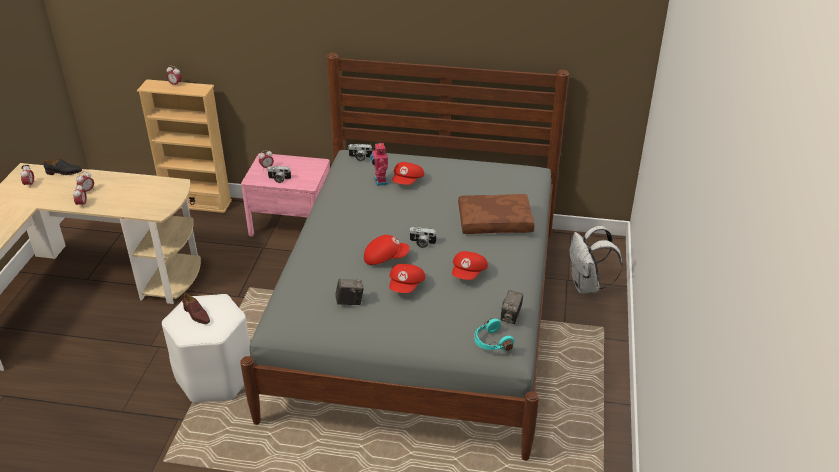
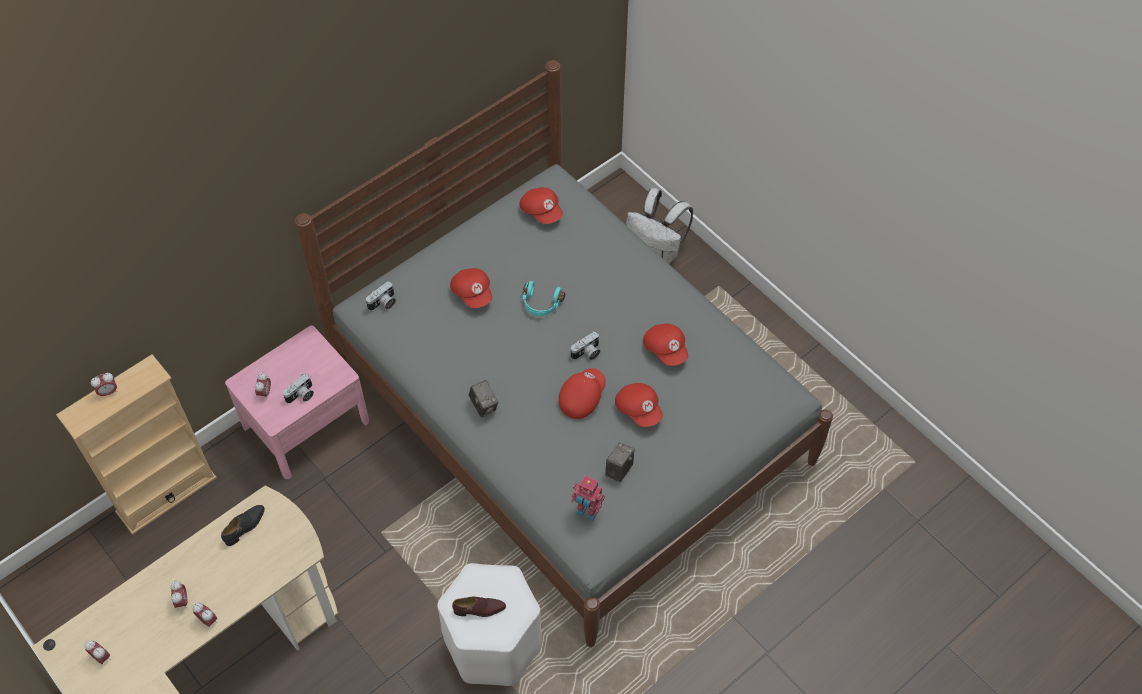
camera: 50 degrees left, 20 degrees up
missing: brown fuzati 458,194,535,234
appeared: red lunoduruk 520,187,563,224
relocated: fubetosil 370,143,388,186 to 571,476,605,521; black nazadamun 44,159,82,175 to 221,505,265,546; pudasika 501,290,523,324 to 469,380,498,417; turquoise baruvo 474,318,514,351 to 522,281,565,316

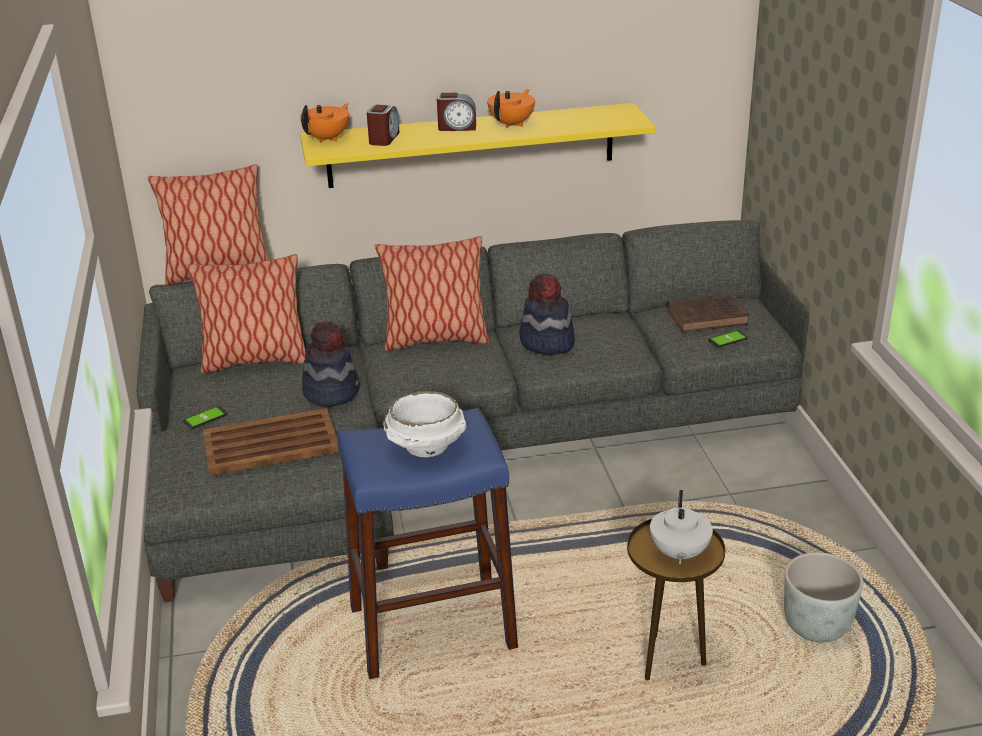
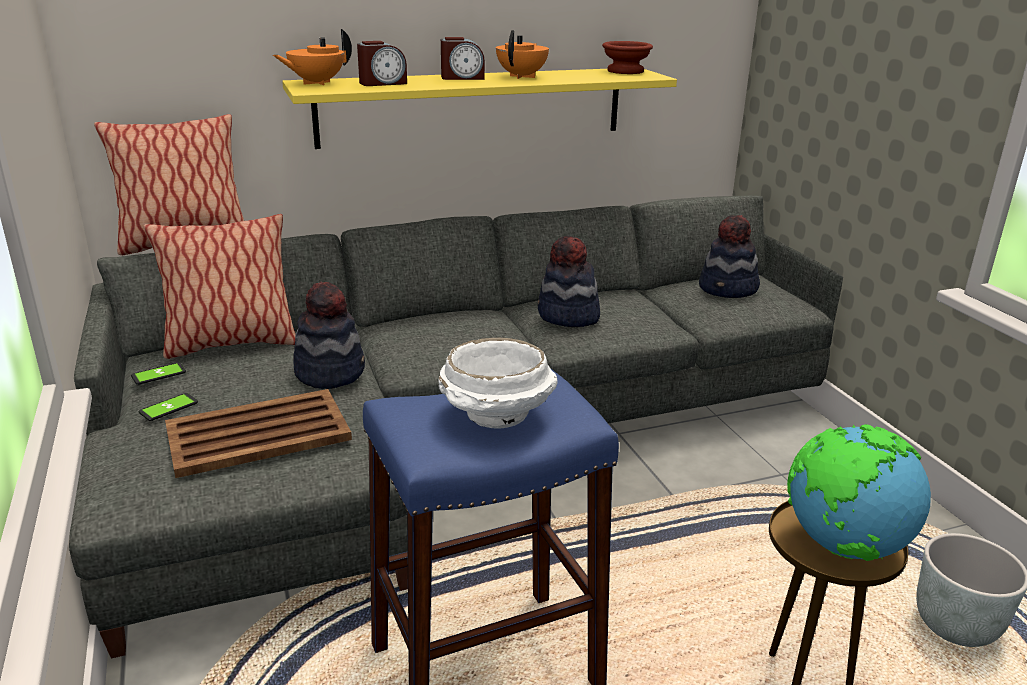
camera: 10 degrees left, 5 degrees down
missing: fuzati 375,236,490,351
appeared: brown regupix 602,41,653,74
relocated: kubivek 708,330,748,347 to 131,363,186,385
exchanged: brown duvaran 668,294,749,333 to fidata 699,215,760,298; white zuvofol 650,490,713,564 to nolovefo 787,424,931,561
spun: orange zuvofol 300,103,349,143 = 273,29,352,85 150 degrees counterclockwise; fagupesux 367,105,400,146 = 357,41,407,86 60 degrees clockwise

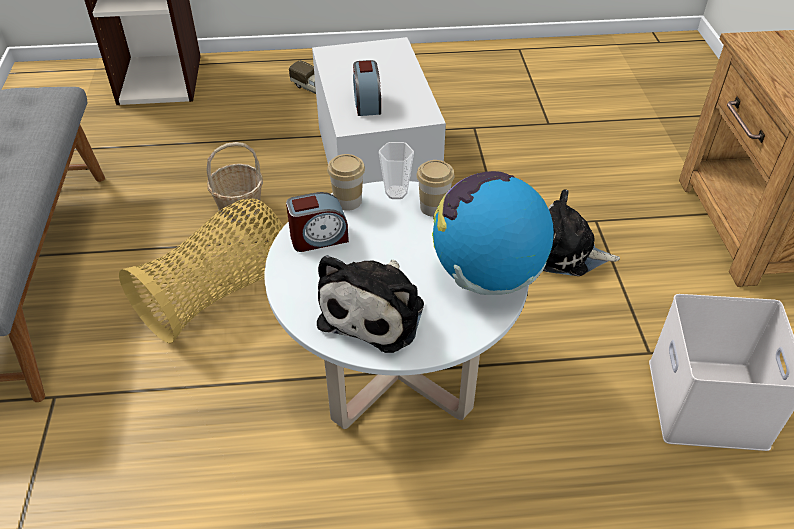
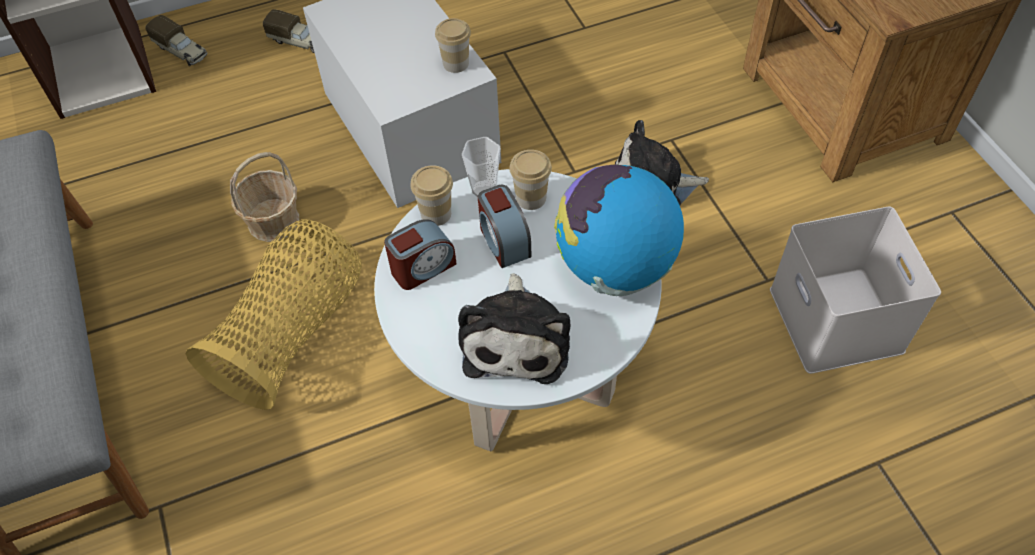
camera: 15 degrees left, 10 degrees up
appeared: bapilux 145,15,208,66; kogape 435,18,471,73
relocated: fagupesux 353,60,381,116 to 478,185,531,268

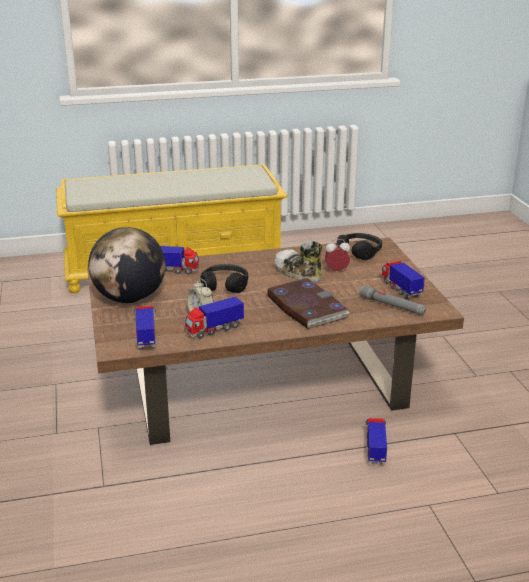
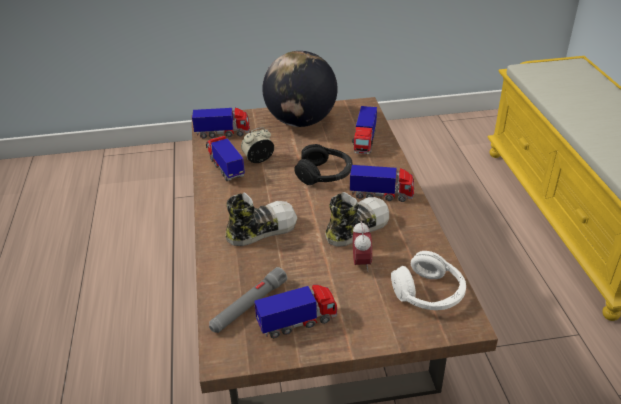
camera: 95 degrees right, 10 degrees up
relocated: bapilux 366,418,387,464 to 350,165,414,202
exchanged: duvaran 267,278,349,329 to nazadamun 226,192,297,246
colour: black baruvo 336,233,382,260 to white baruvo 391,251,466,310

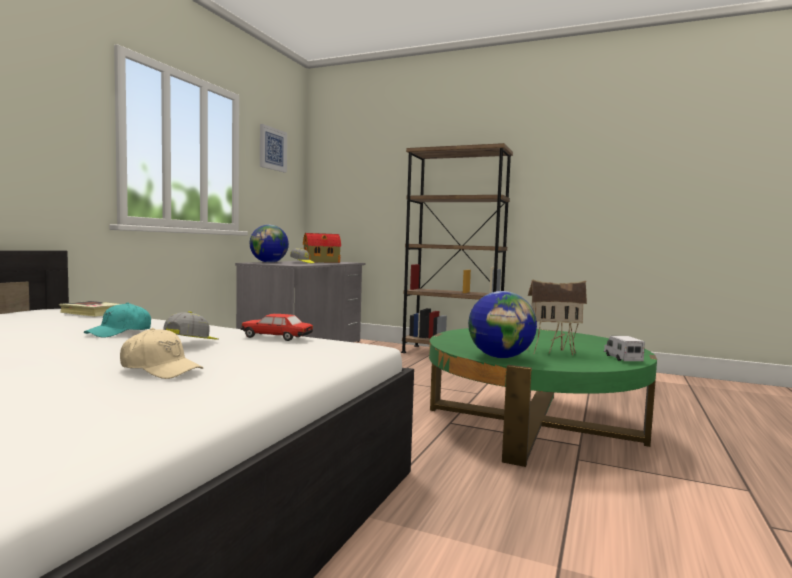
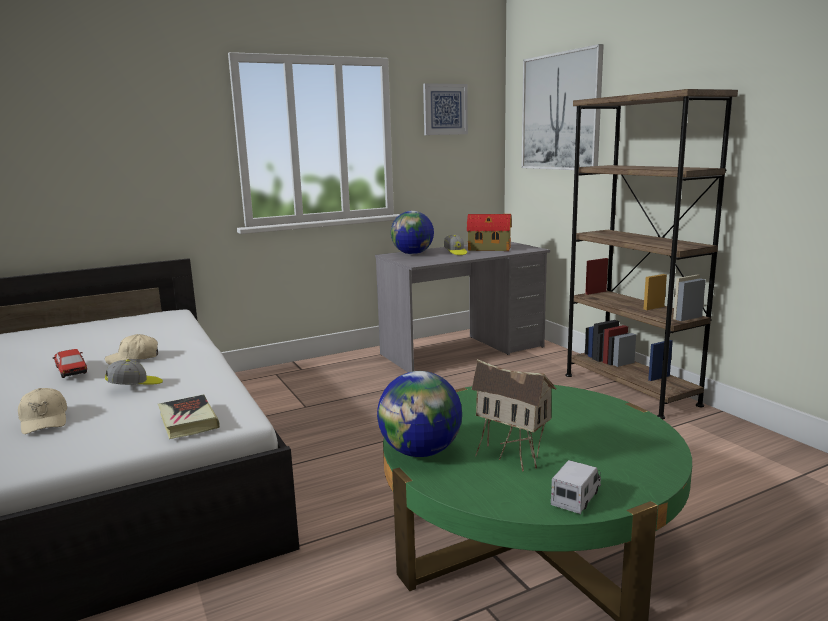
camera: 40 degrees right, 10 degrees up
appeared: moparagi 522,44,604,170
relocated: duvaran 59,301,119,317 to 158,395,220,439; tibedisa 241,314,313,341 to 53,349,87,378
colour: turquoise lunoduruk 84,302,151,338 to beige lunoduruk 105,334,158,365

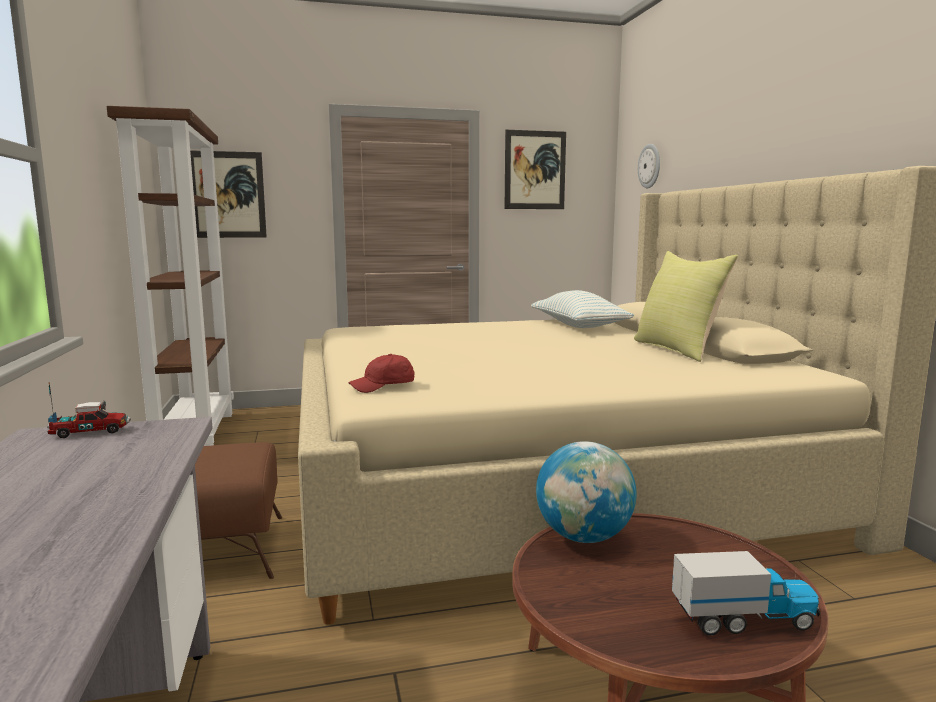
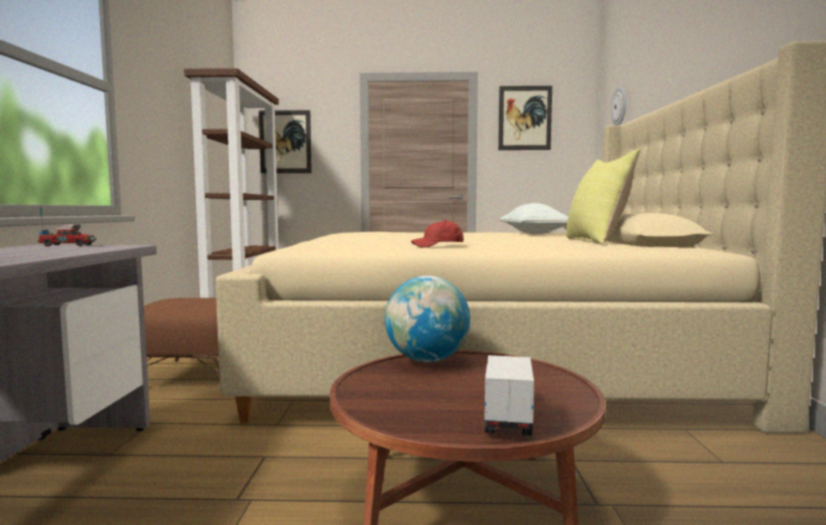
camera: 15 degrees right, 5 degrees down
relocated: red lunoduruk 348,354,415,393 to 411,220,464,248
spun: bapilux 672,551,820,635 = 484,351,534,436 90 degrees counterclockwise

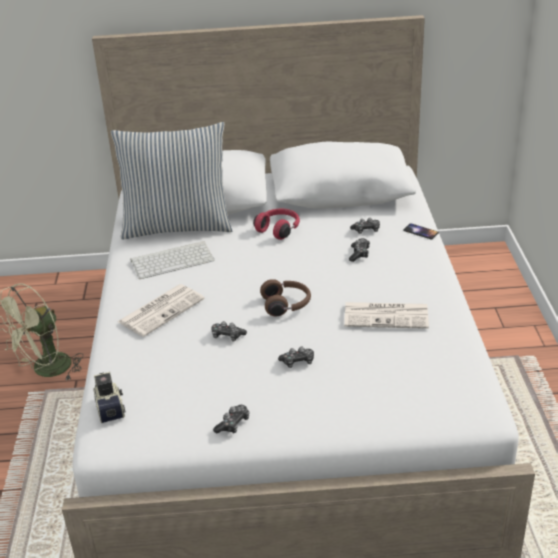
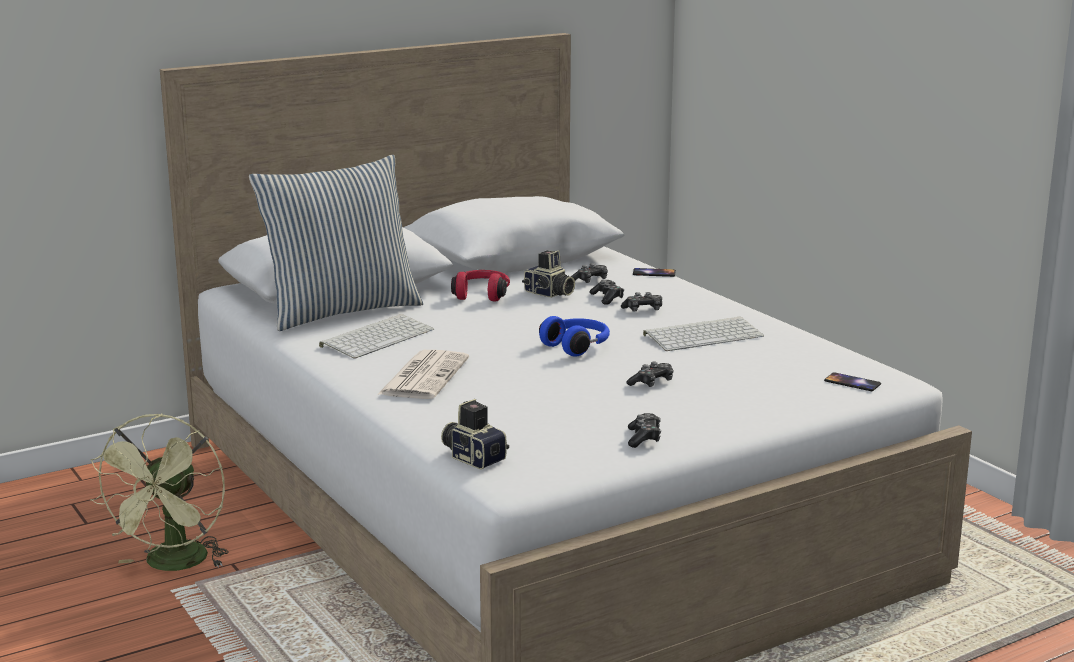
camera: 30 degrees left, 15 degrees down
appeared: pudasika 522,250,575,298; kubivek 824,372,881,391
relocated: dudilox 211,321,247,341 to 621,292,662,312
exchanged: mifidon 344,302,429,329 to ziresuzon 643,317,764,351
colour: brown baruvo 260,279,311,316 to blue baruvo 539,316,610,357

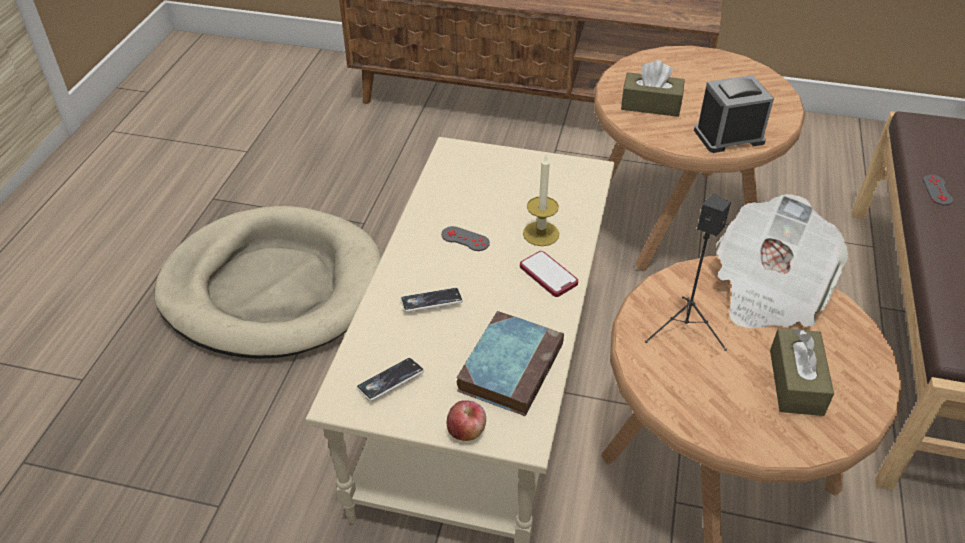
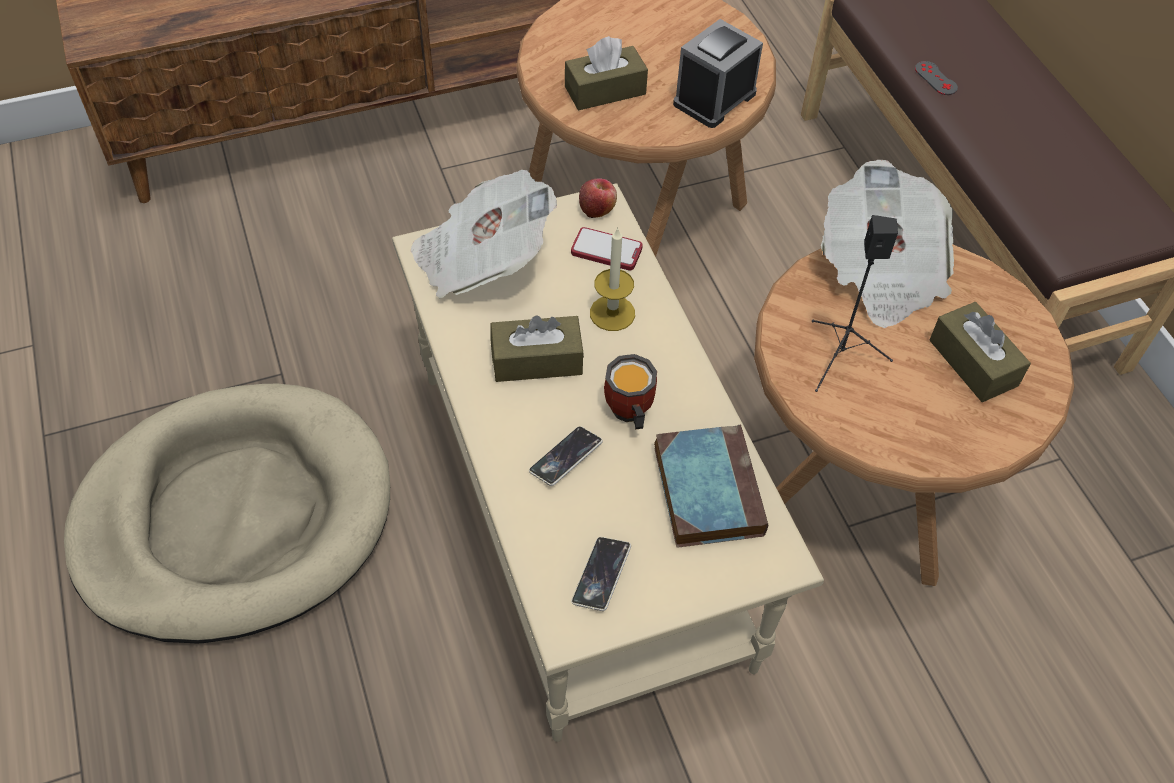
camera: 35 degrees left, 10 degrees up
appeared: mifidon 410,170,557,299; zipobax 604,354,657,430
relocated: kubivek 520,251,578,297 to 571,227,643,271; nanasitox 447,400,486,441 to 579,178,617,218
exchanged: grey dudilox 441,226,490,251 to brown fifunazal 490,315,584,382

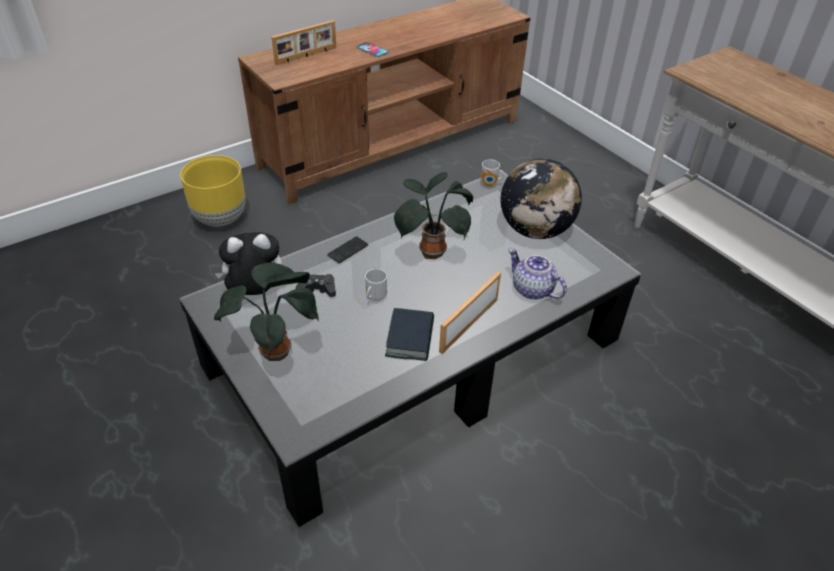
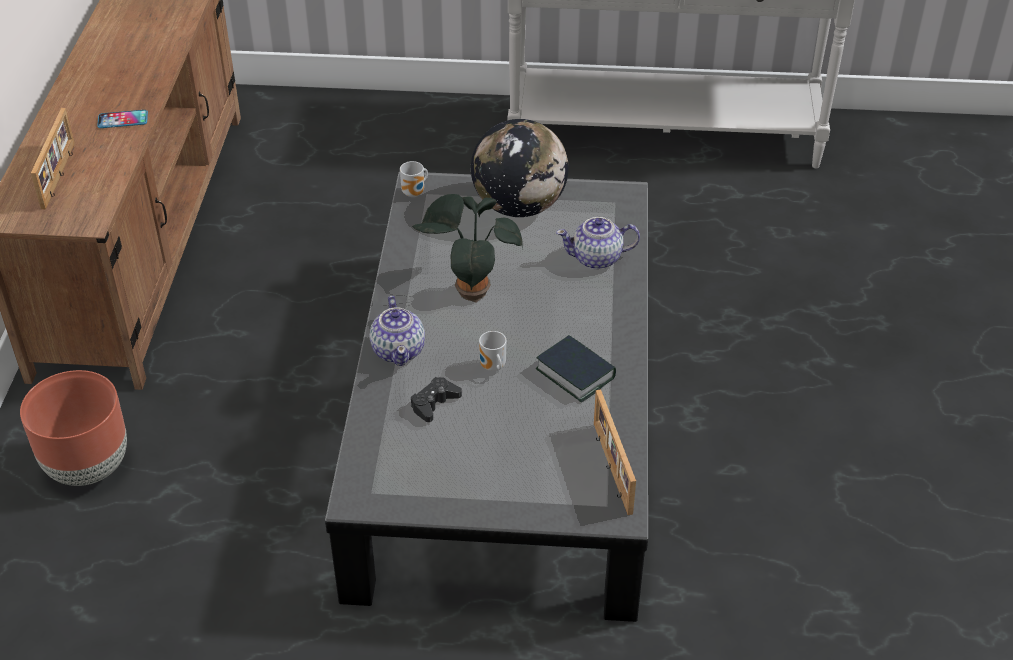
camera: 50 degrees left, 0 degrees up
missing: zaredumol 214,232,282,295; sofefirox 214,263,319,361
relocated: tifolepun 439,272,501,354 to 594,389,636,515
exchanged: kubivek 327,236,368,263 to zuvofol 370,296,425,366
colour: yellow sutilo 180,155,245,226 to brown sutilo 20,370,127,486

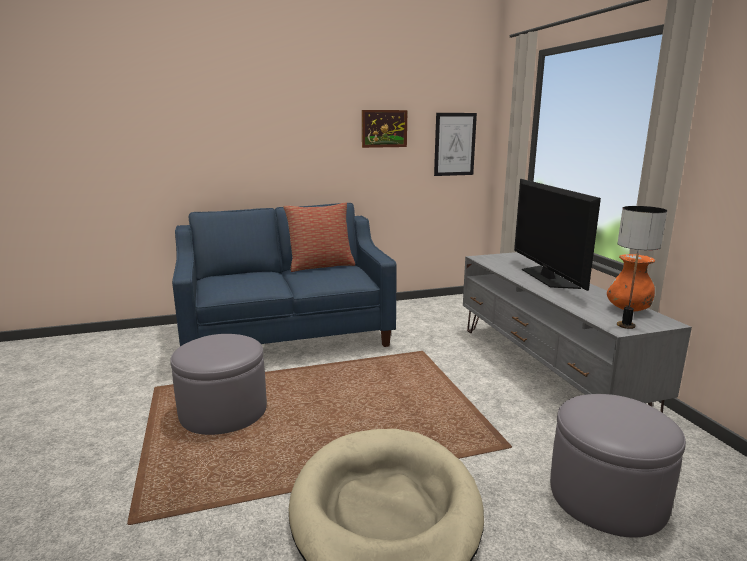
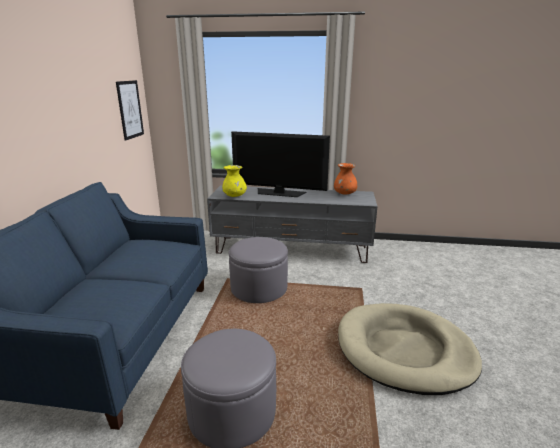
camera: 65 degrees left, 5 degrees up
missing: moparagi 362,110,408,148; fuzati 283,203,355,272; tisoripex 617,206,667,329
appeared: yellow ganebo 222,165,247,197
relocated: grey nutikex 550,394,686,538 to 229,237,288,303

